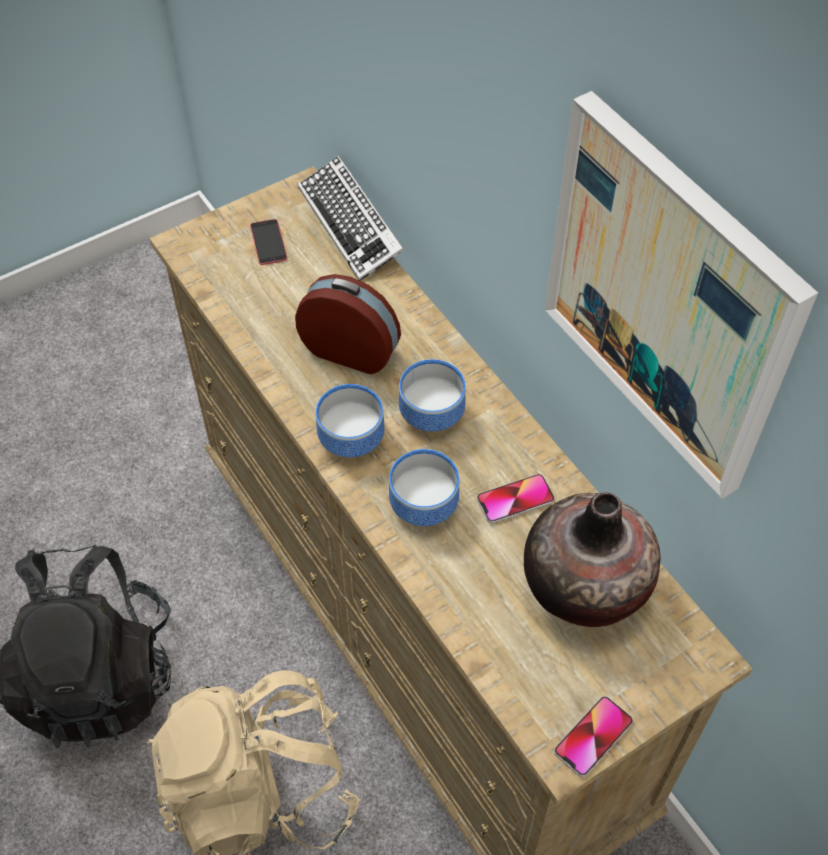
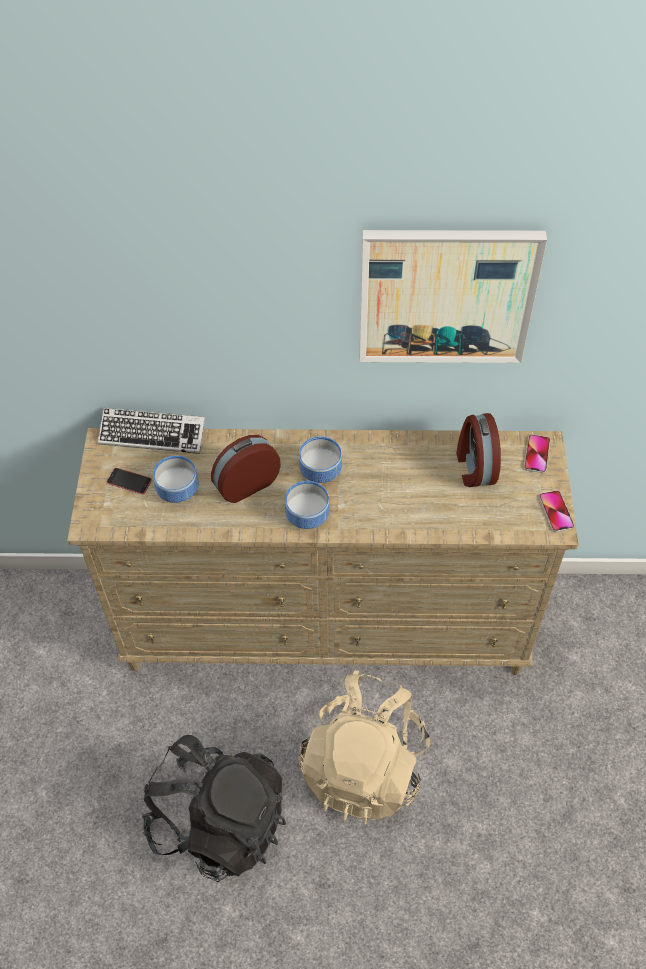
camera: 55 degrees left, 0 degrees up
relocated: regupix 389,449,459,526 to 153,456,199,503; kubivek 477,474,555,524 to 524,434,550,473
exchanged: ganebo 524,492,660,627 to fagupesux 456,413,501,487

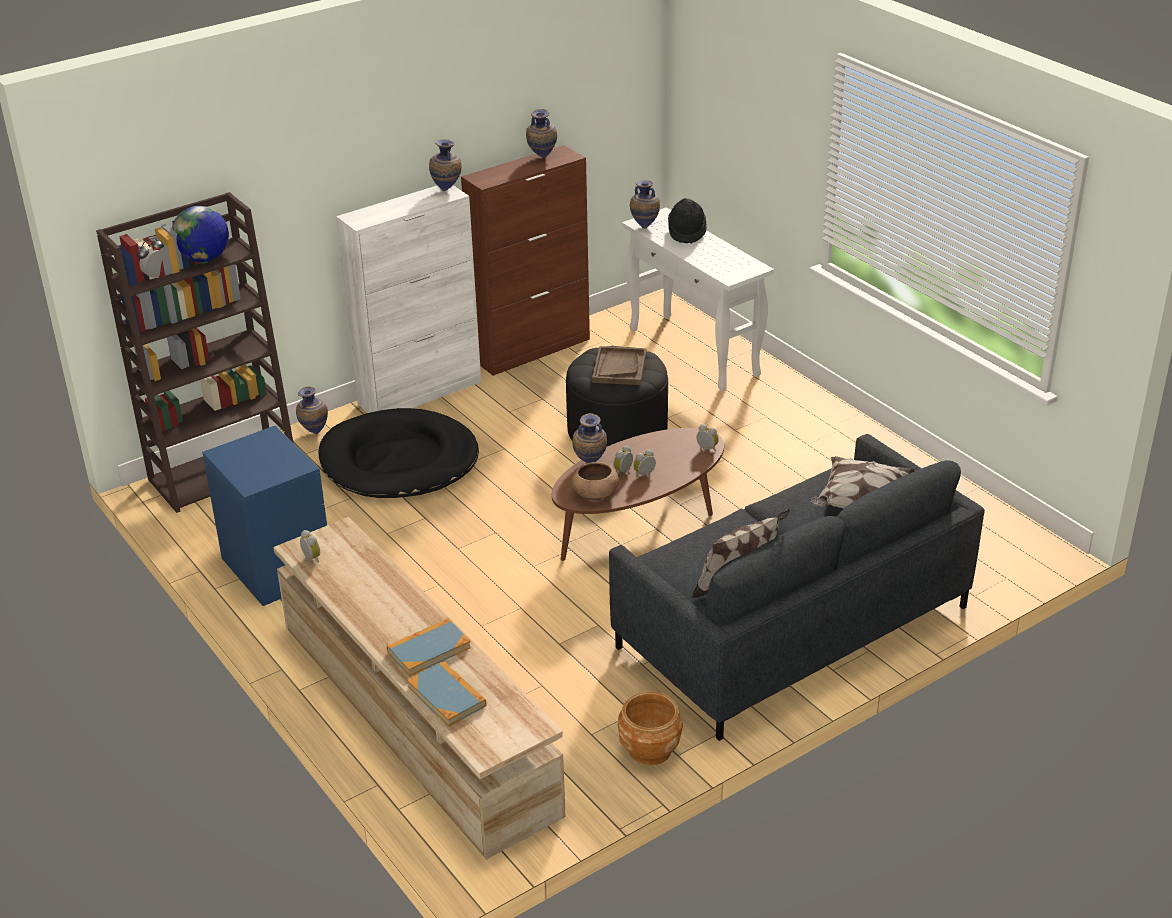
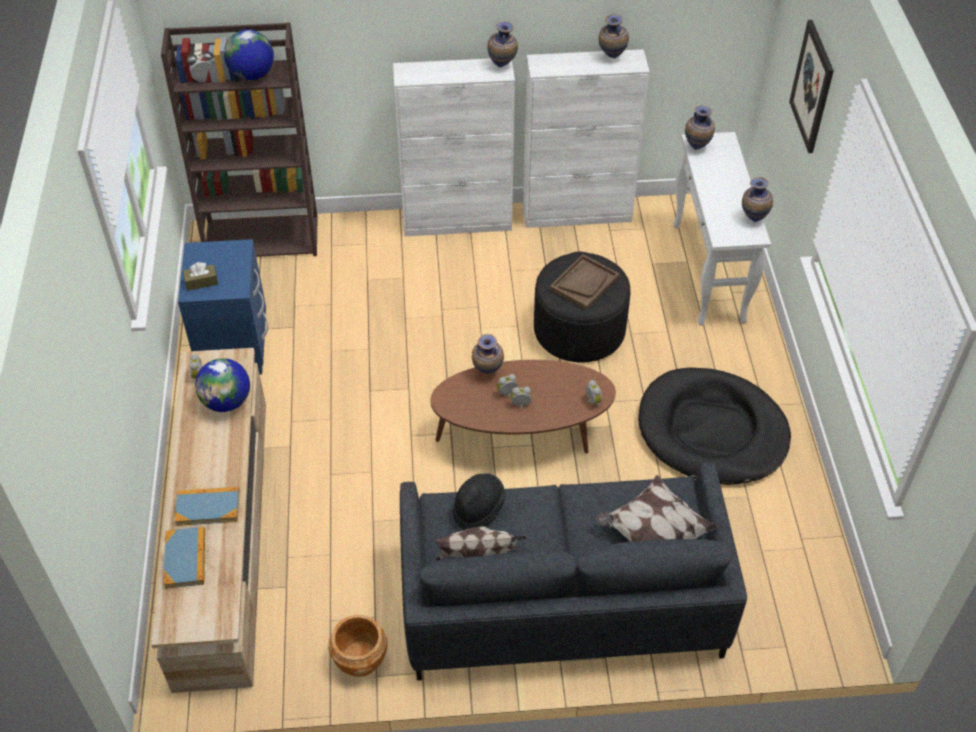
camera: 30 degrees right, 15 degrees up
missing: brown regupix 572,462,619,501
appeared: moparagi 789,20,834,153; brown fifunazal 183,262,218,291; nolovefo 195,358,250,412
relocated: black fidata 668,198,707,244 to 453,473,506,530; ganebo 296,386,328,435 to 742,177,773,222; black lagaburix 318,408,479,498 to 638,368,791,485
colour: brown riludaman 461,145,590,376 to white riludaman 523,49,650,228

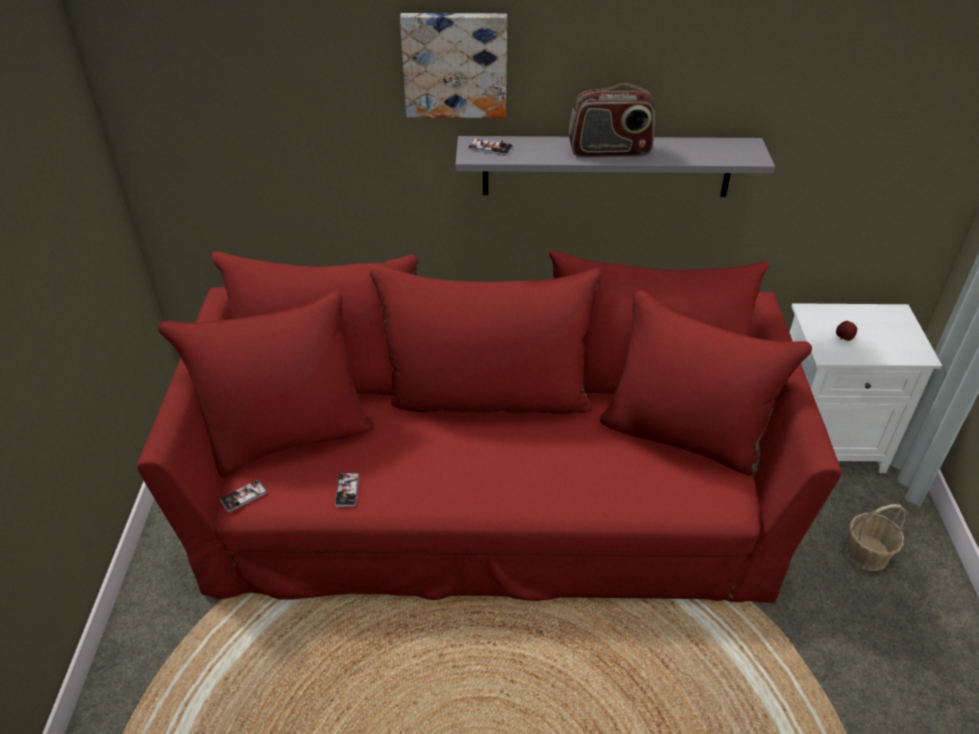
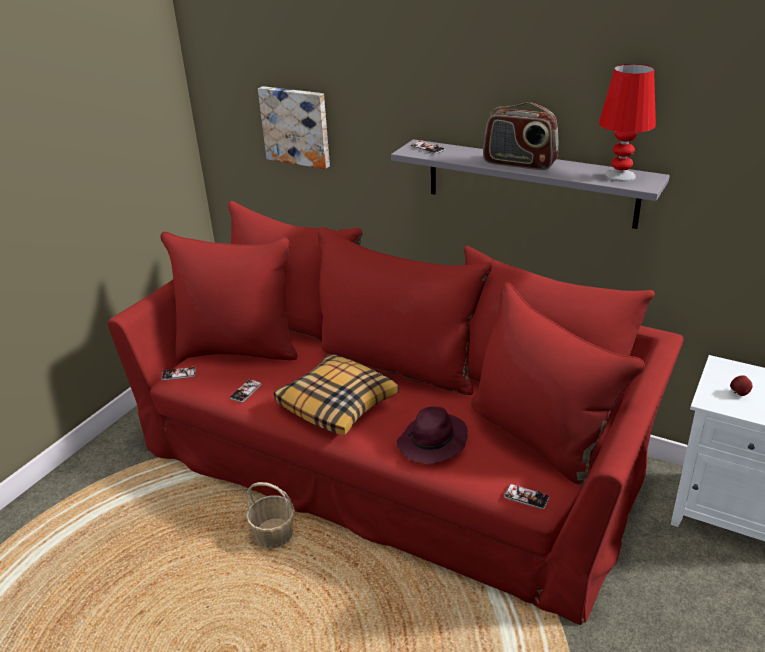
camera: 30 degrees right, 10 degrees down
appeared: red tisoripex 599,64,656,182; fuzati 274,354,399,435; purple fidata 397,407,468,464; kubivek 504,484,549,509
relocated: moparagi 400,13,507,118 to 258,86,330,169; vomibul 846,504,906,571 to 246,482,295,548

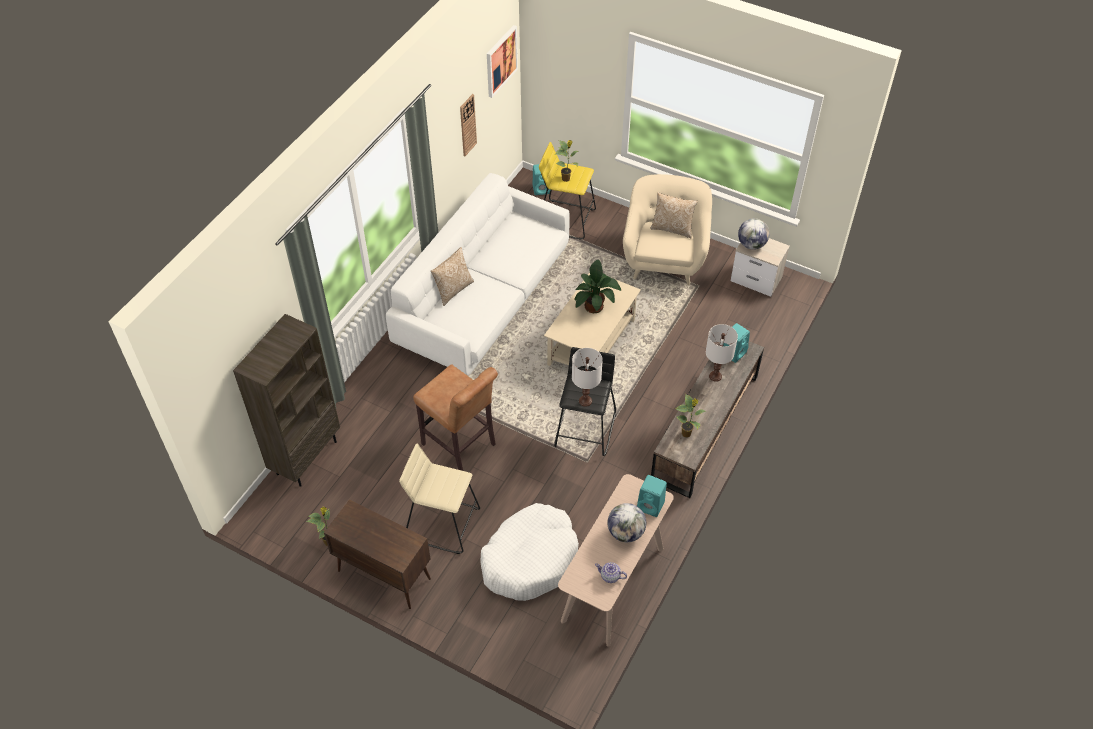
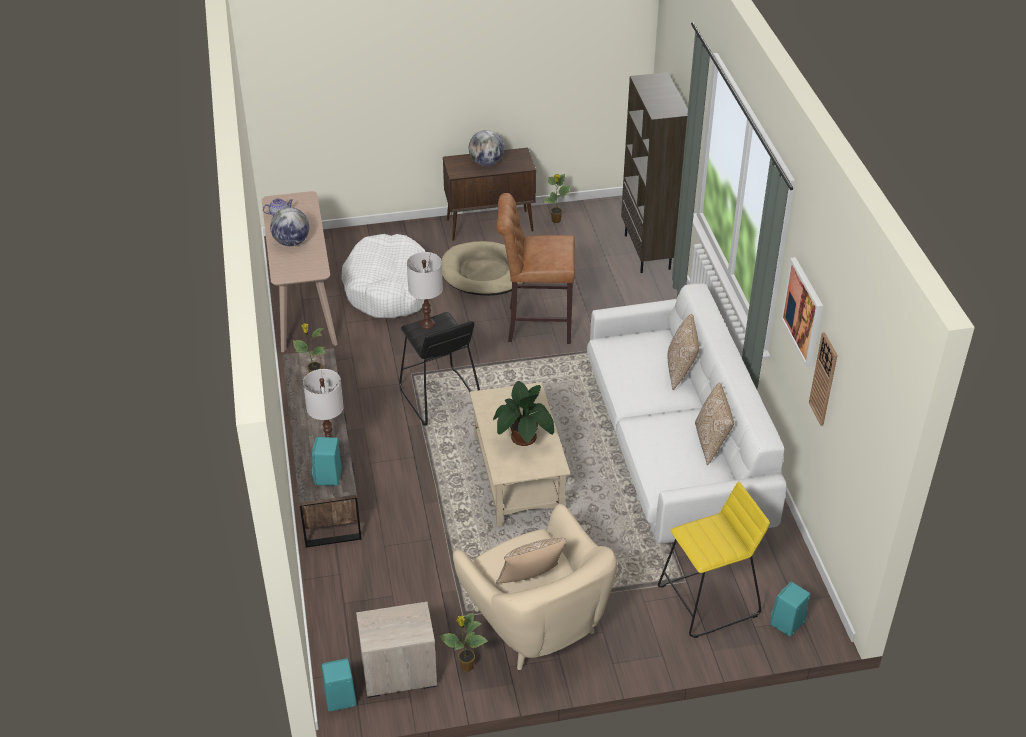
camera: 140 degrees right, 10 degrees down
appeared: fuzati 695,383,734,465
relocated: moparagi 487,25,518,98 to 780,257,823,367; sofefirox 555,140,578,182 to 439,612,488,672; nolovefo 738,218,770,250 to 469,130,504,166; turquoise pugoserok 637,475,667,517 to 322,659,357,711
exchanged: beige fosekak 399,444,480,554 to beige lagaburix 441,241,524,296

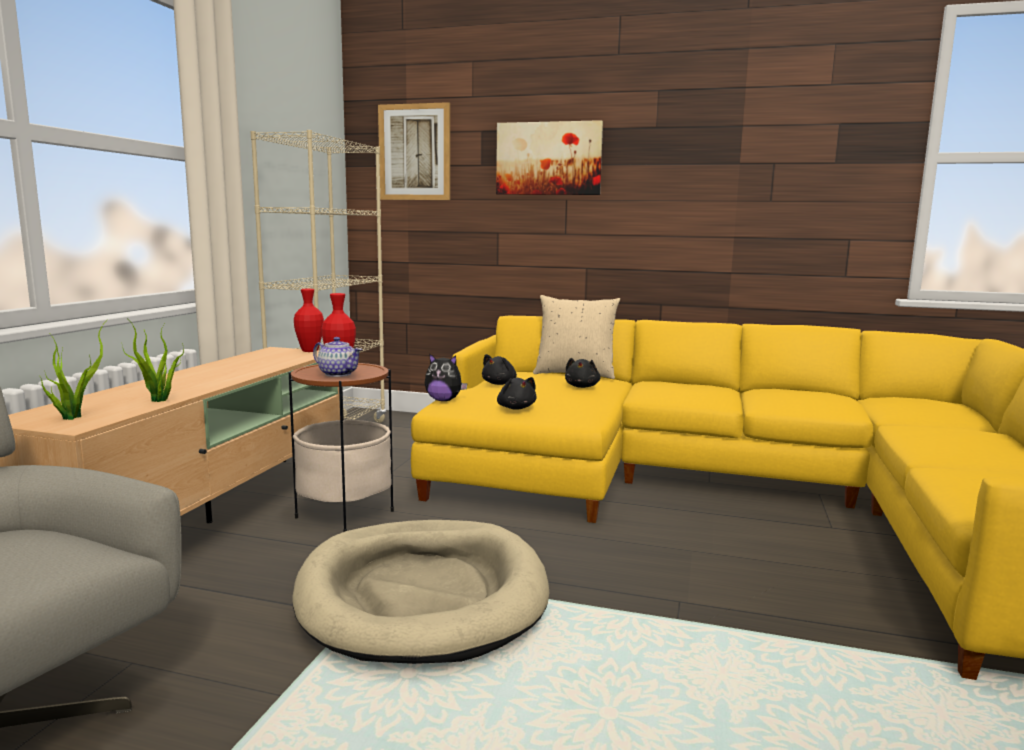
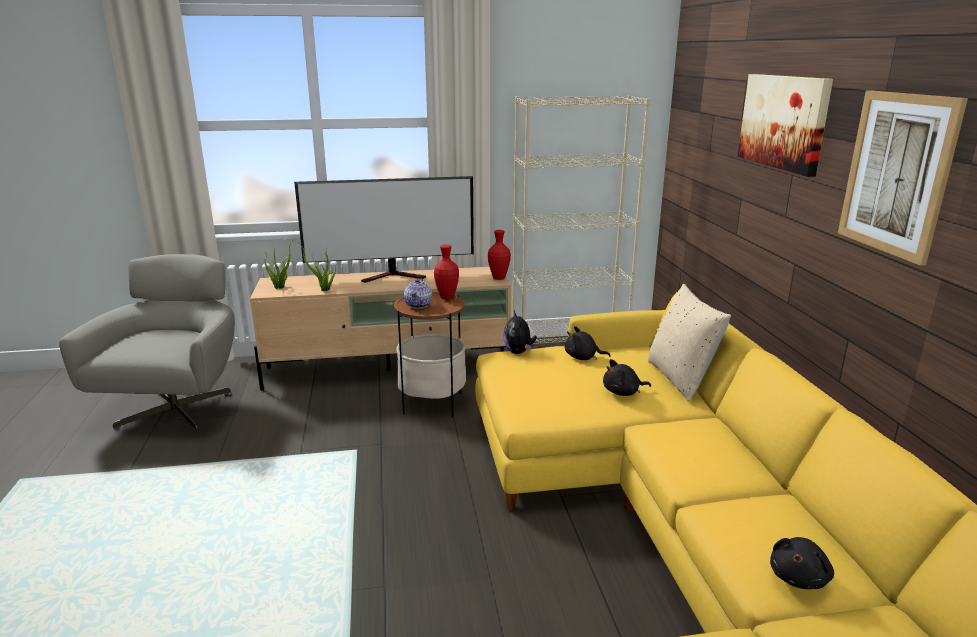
camera: 65 degrees right, 10 degrees up
missing: beige lagaburix 292,520,550,664
appeared: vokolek 294,176,474,283
relocated: moparagi 378,102,450,200 to 838,90,968,266; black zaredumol 497,377,536,410 to 770,537,834,589

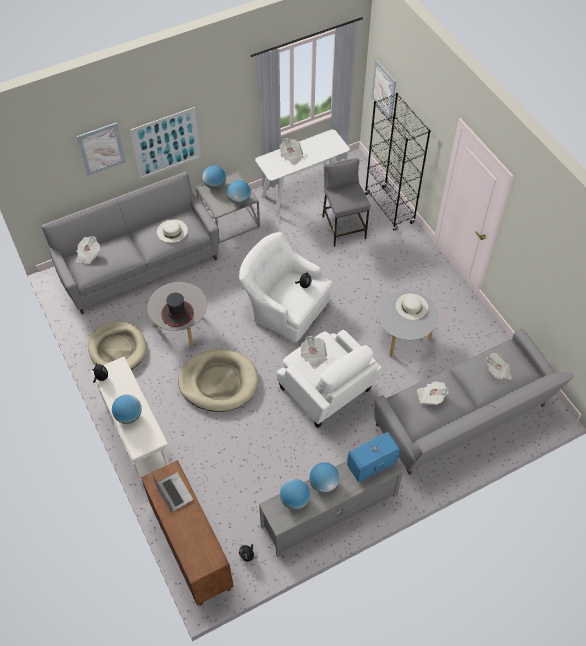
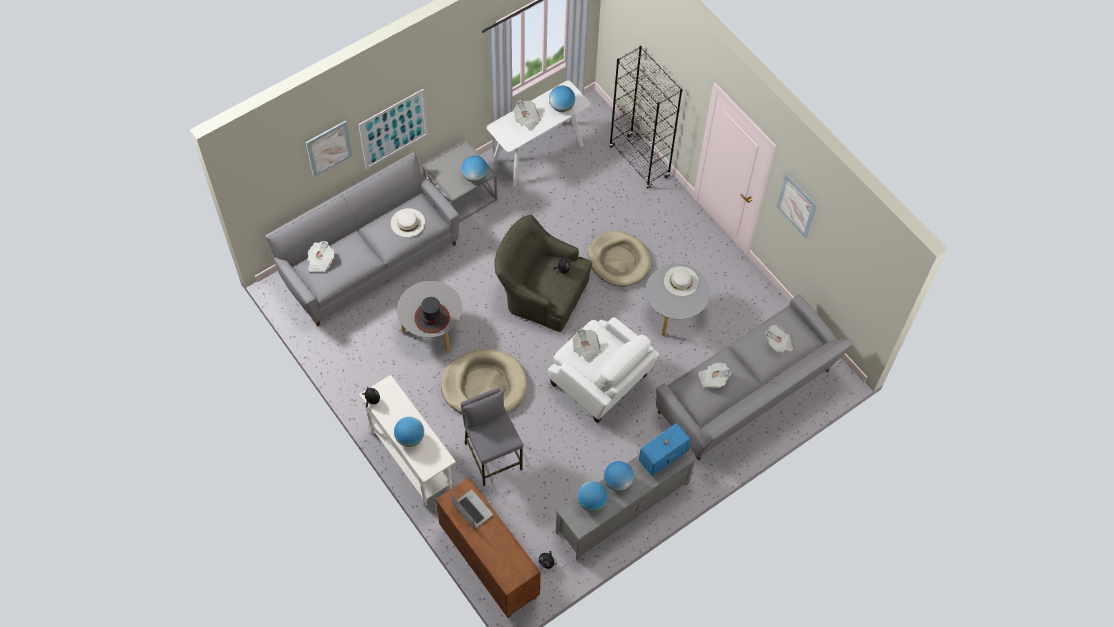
camera: 10 degrees left, 5 degrees up
relocated: moparagi 371,59,396,120 to 776,173,818,238; grey fosekak 322,158,371,247 to 461,387,523,486; nolovefo 203,165,226,189 to 549,85,575,112; beige lagaburix 88,321,147,370 to 588,231,651,287
colour: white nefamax 239,232,332,342 to green nefamax 494,215,592,332

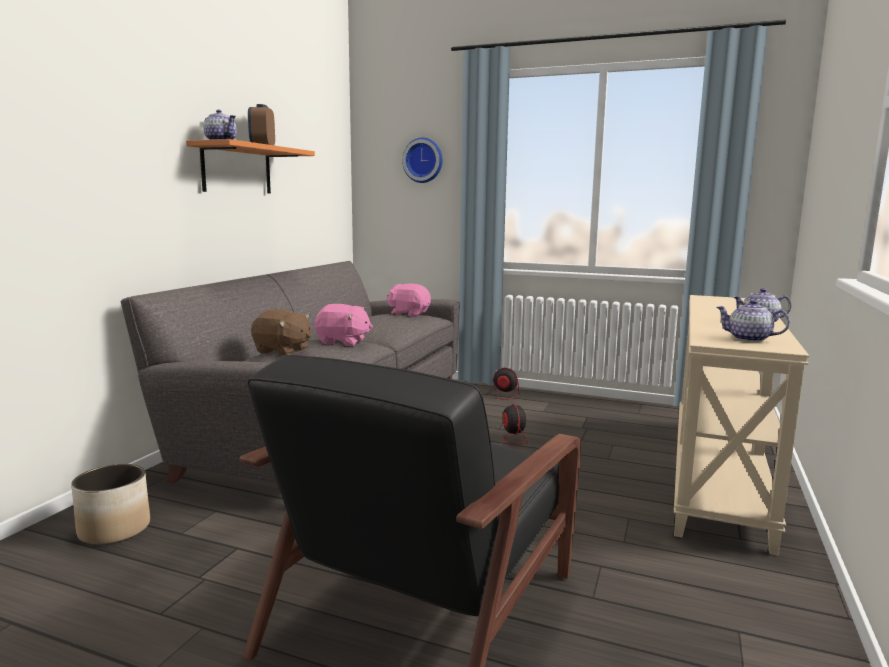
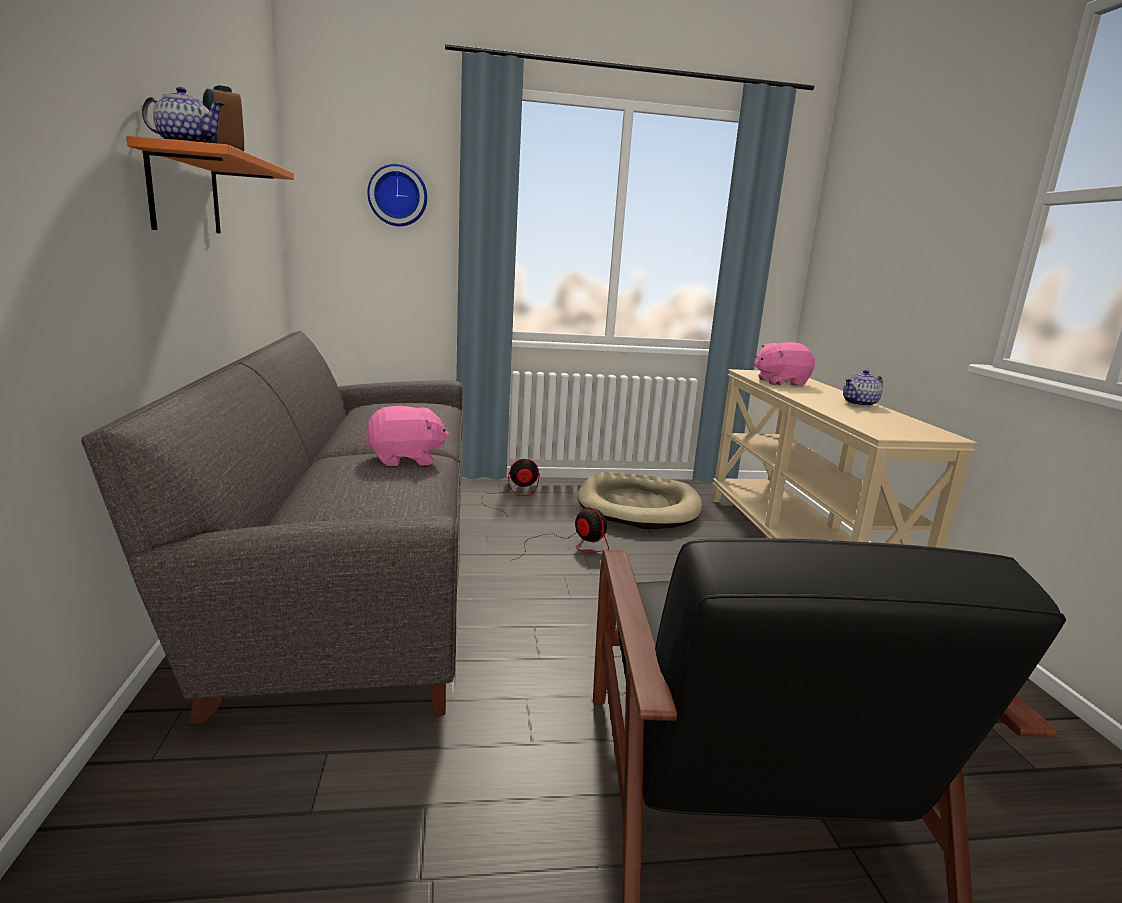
camera: 30 degrees left, 5 degrees up
missing: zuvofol 716,300,790,342; brown zaredumol 251,309,311,356; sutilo 71,464,150,545
appeared: beige lagaburix 578,472,702,529
relocated: pink zaredumol 387,283,431,317 to 754,342,815,386

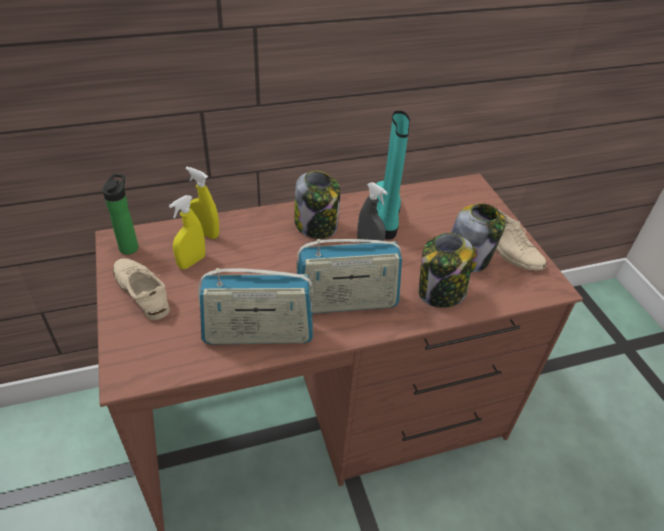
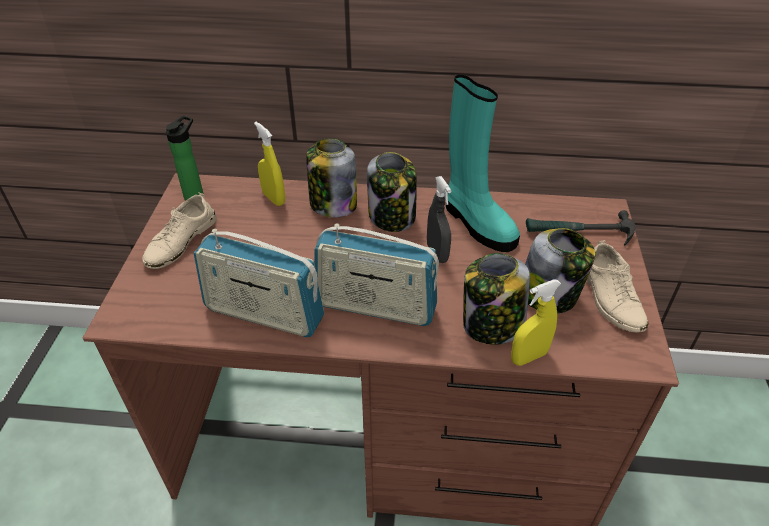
camera: 25 degrees right, 0 degrees up
appeared: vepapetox 306,138,357,217; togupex 526,210,636,246
relocated: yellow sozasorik 169,195,205,269 to 511,279,561,366
spun: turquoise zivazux 376,111,410,240 = 446,74,520,252 120 degrees clockwise; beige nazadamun 113,258,170,320 = 142,192,217,269 135 degrees counterclockwise

